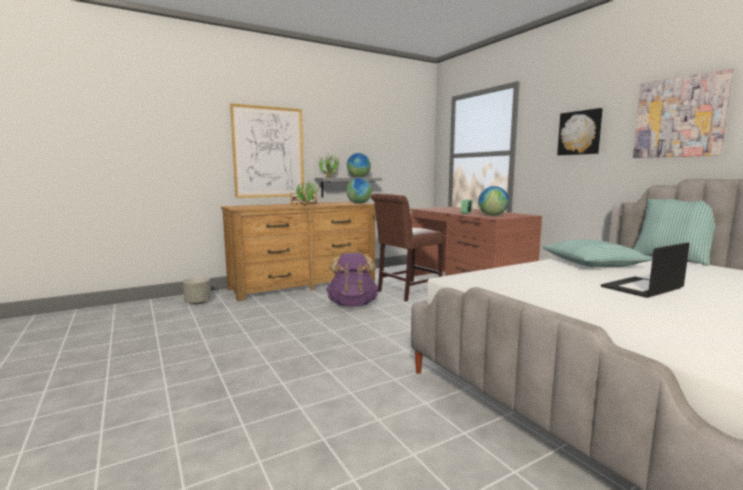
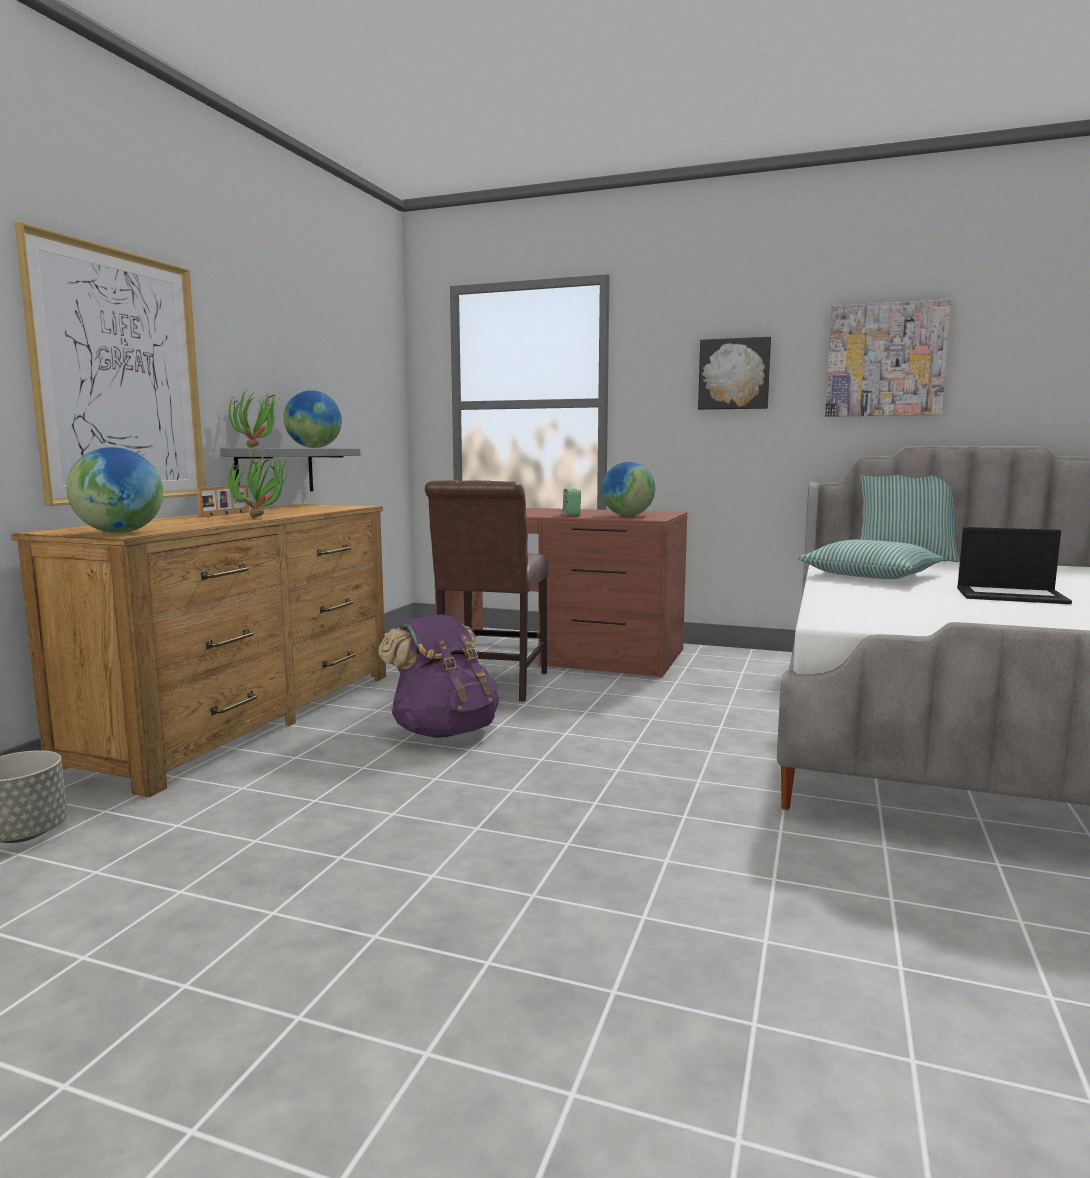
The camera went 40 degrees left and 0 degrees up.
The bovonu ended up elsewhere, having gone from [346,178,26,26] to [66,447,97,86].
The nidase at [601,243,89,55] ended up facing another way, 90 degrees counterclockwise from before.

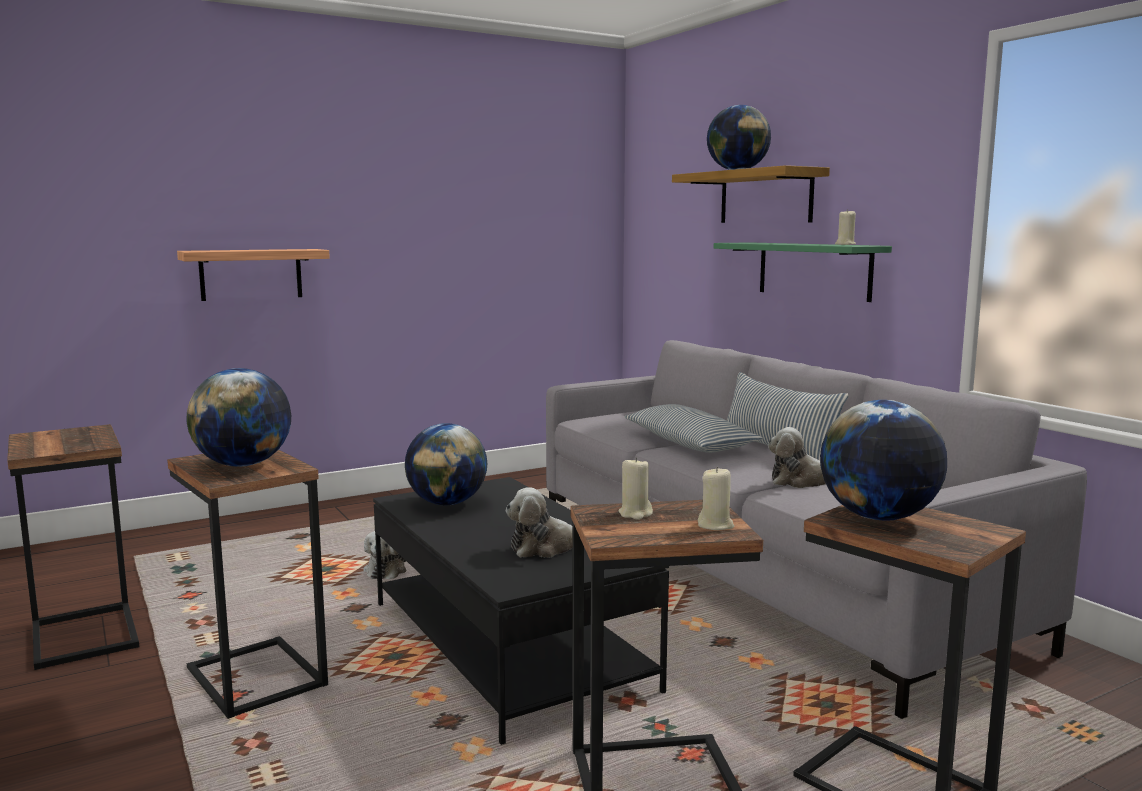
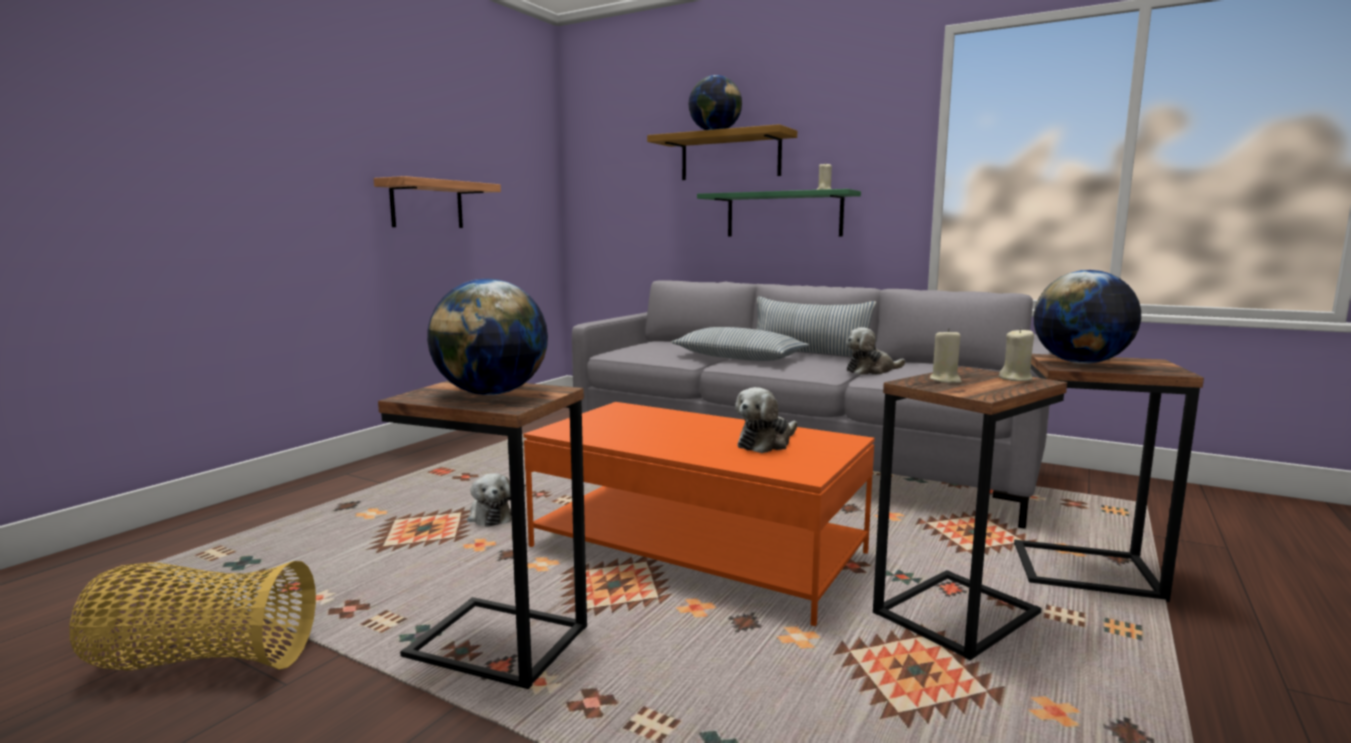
The camera went 30 degrees left and 0 degrees up.
Where the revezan stood at [7,424,132,246], the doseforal came to stand at [69,561,247,110].
The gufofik ended up elsewhere, having gone from [177,249,153,52] to [374,176,127,52].
What was the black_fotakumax at [373,477,296,268] turned into the orange_fotakumax at [523,402,352,224].
The second view lost the bovonu at [405,423,82,82].

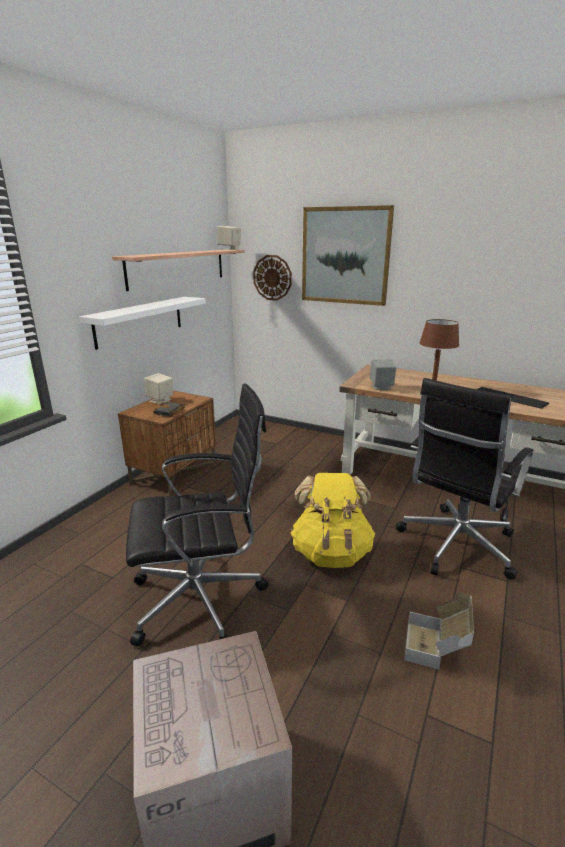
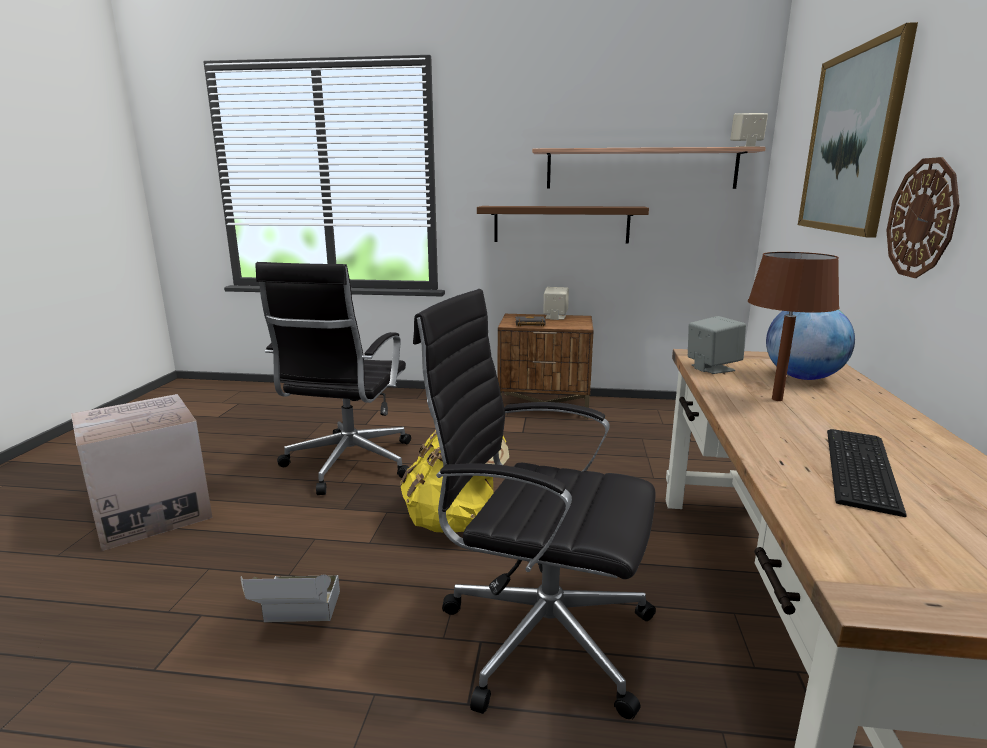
The camera went 70 degrees right and 5 degrees down.
What was the white_gufofik at [79,297,127,53] turned into the brown_gufofik at [477,206,172,38].
The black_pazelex at [126,383,143,264] ended up facing another way, 45 degrees clockwise from before.
The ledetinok ended up elsewhere, having gone from [253,255,39,46] to [886,157,74,121].
The second view gained the bovonu at [766,309,89,71].

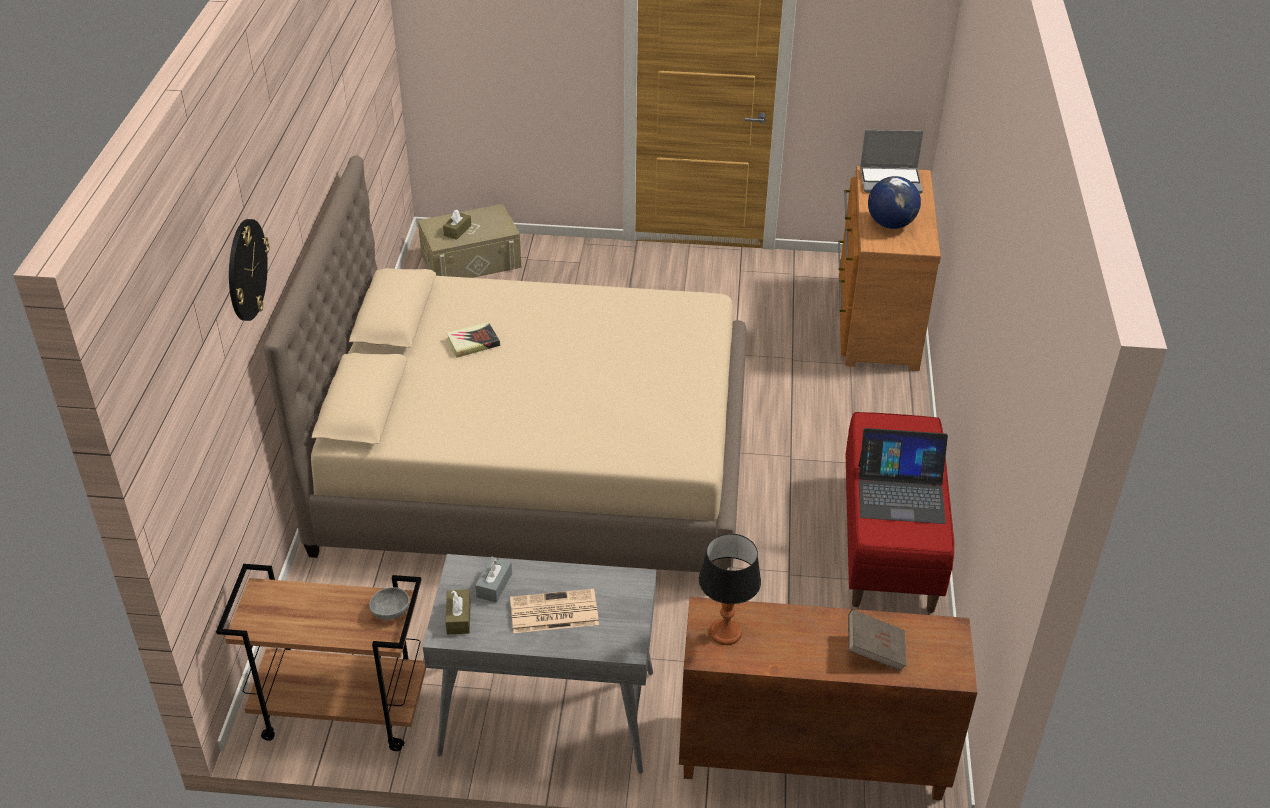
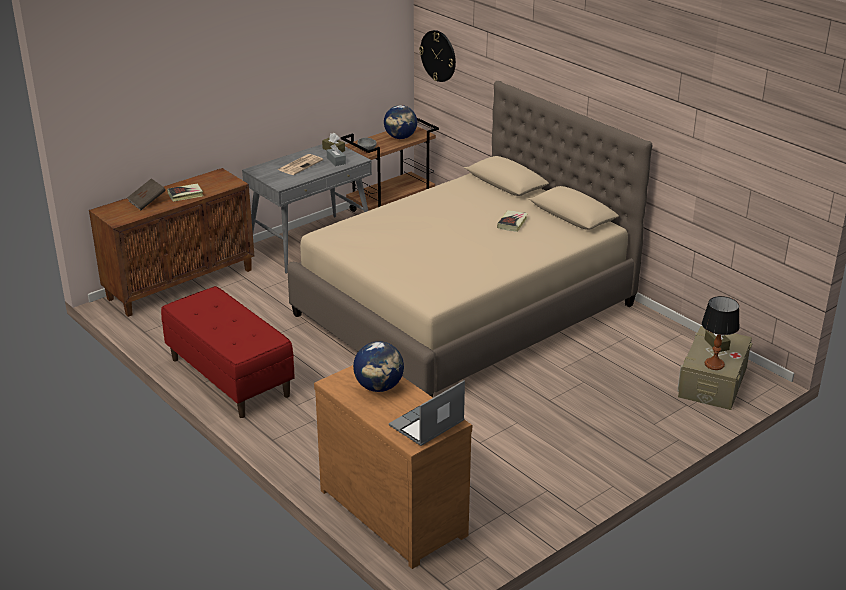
The camera went 135 degrees right and 10 degrees down.
The ledetinok ended up elsewhere, having gone from [229,219,41,102] to [419,30,37,52].
The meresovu ended up elsewhere, having gone from [699,534,62,111] to [702,296,38,74].
The second view lost the nidase at [859,428,89,96].
The second view gained the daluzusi at [167,184,36,18].
The second view gained the bovonu at [384,105,33,34].

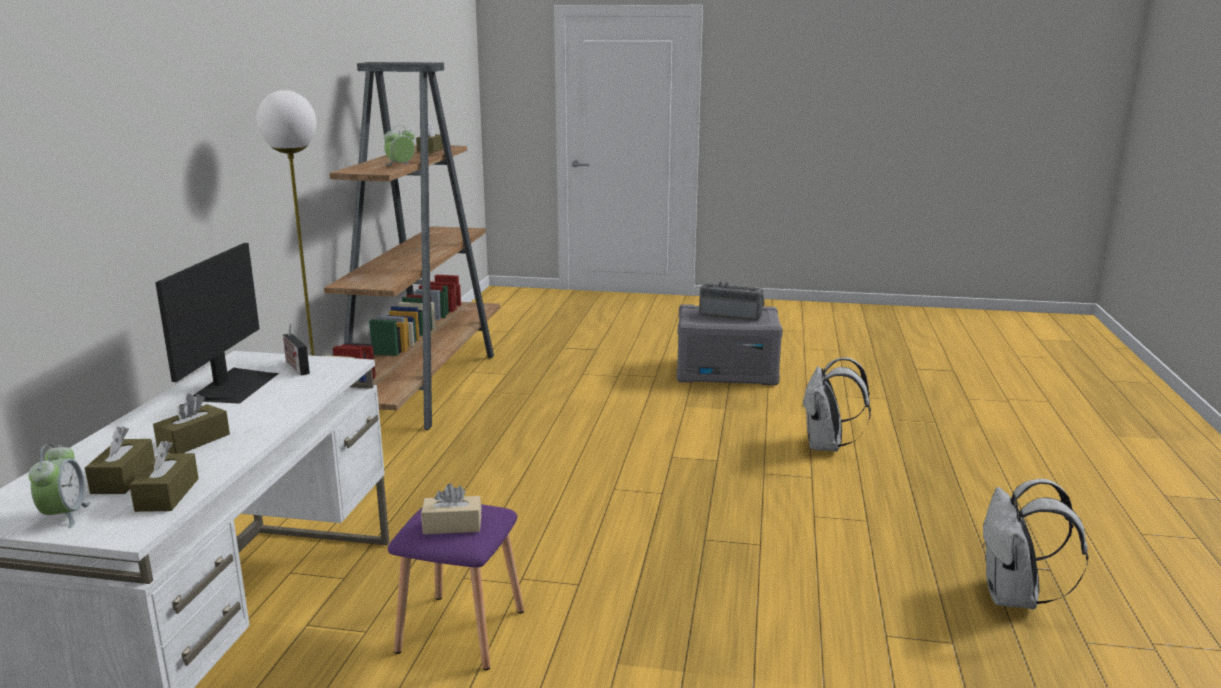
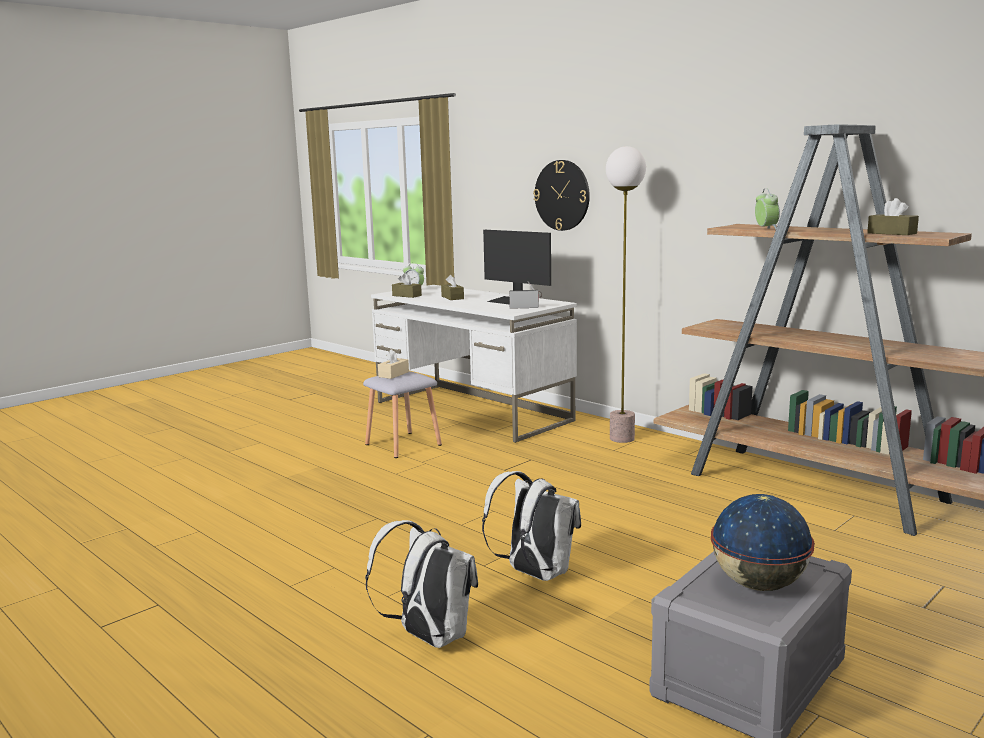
The camera went 125 degrees right and 5 degrees down.
The second view lost the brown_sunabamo at [85,426,70,68].
What was the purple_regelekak at [388,504,136,166] turned into the grey_regelekak at [363,371,79,87].
Where the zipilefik stood at [699,282,66,39], the bovonu came to stand at [711,494,104,97].
The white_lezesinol ended up elsewhere, having gone from [983,479,106,130] to [482,471,99,110].
The second view gained the ledetinok at [533,160,57,71].

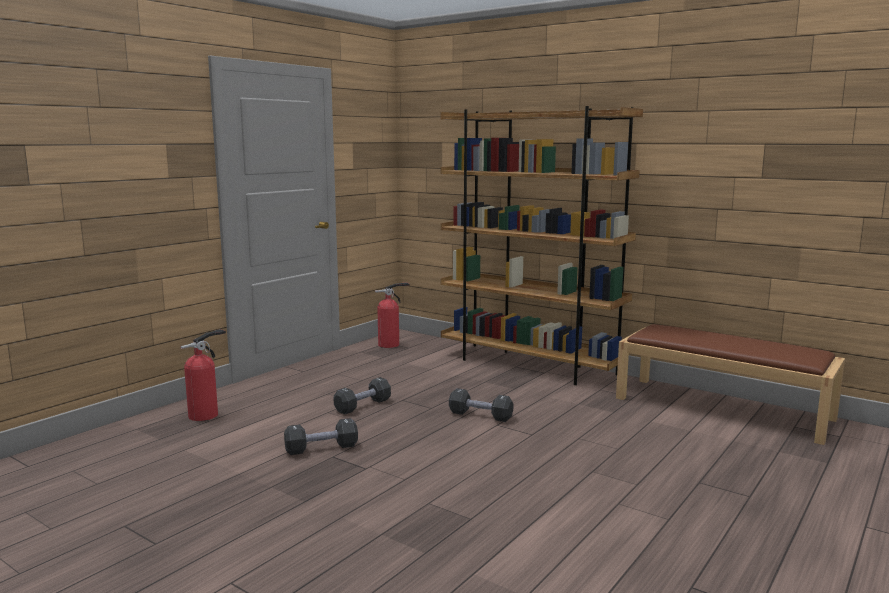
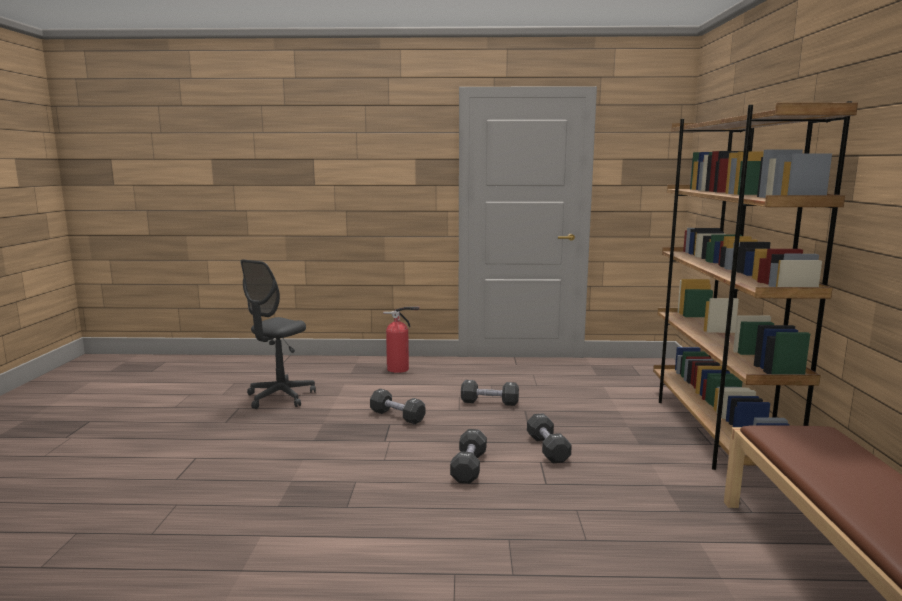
The camera went 55 degrees right and 0 degrees up.
The second view lost the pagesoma at [375,282,34,66].
The second view gained the grey_pazelex at [240,259,76,150].
The second view gained the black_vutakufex at [450,429,37,55].

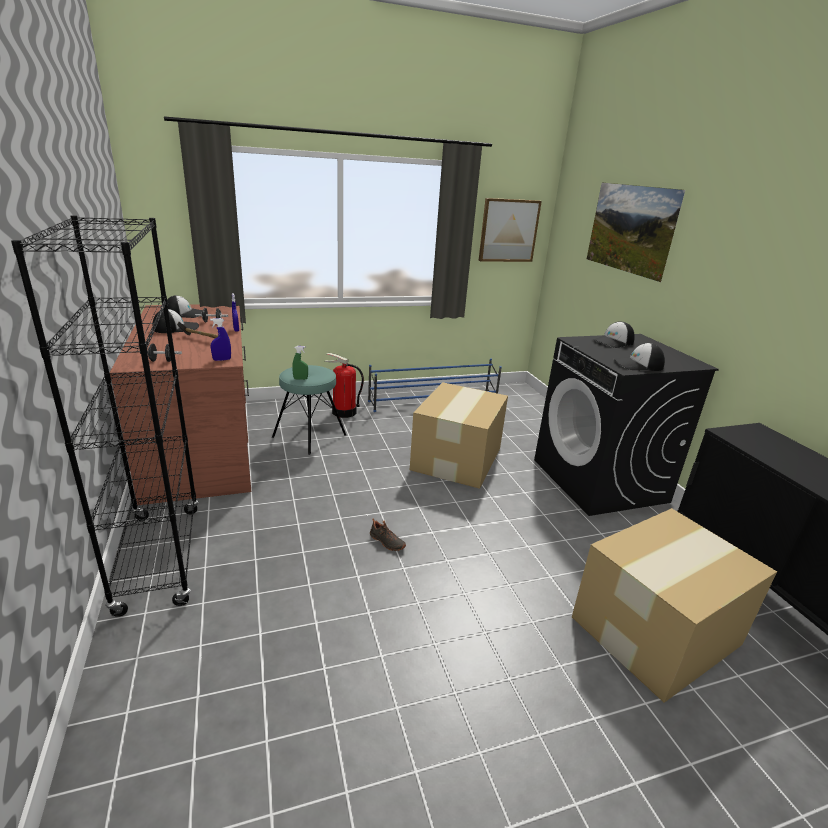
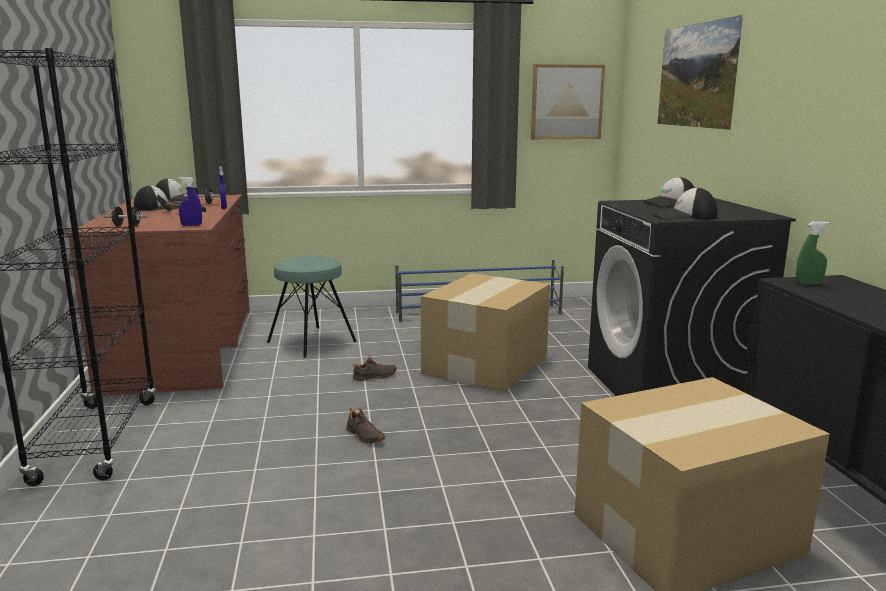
The camera went 10 degrees right and 10 degrees down.
The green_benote ended up elsewhere, having gone from [292,346,16,34] to [796,221,33,64].
The second view lost the pagesoma at [325,353,39,65].
The second view gained the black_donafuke at [352,355,45,26].

